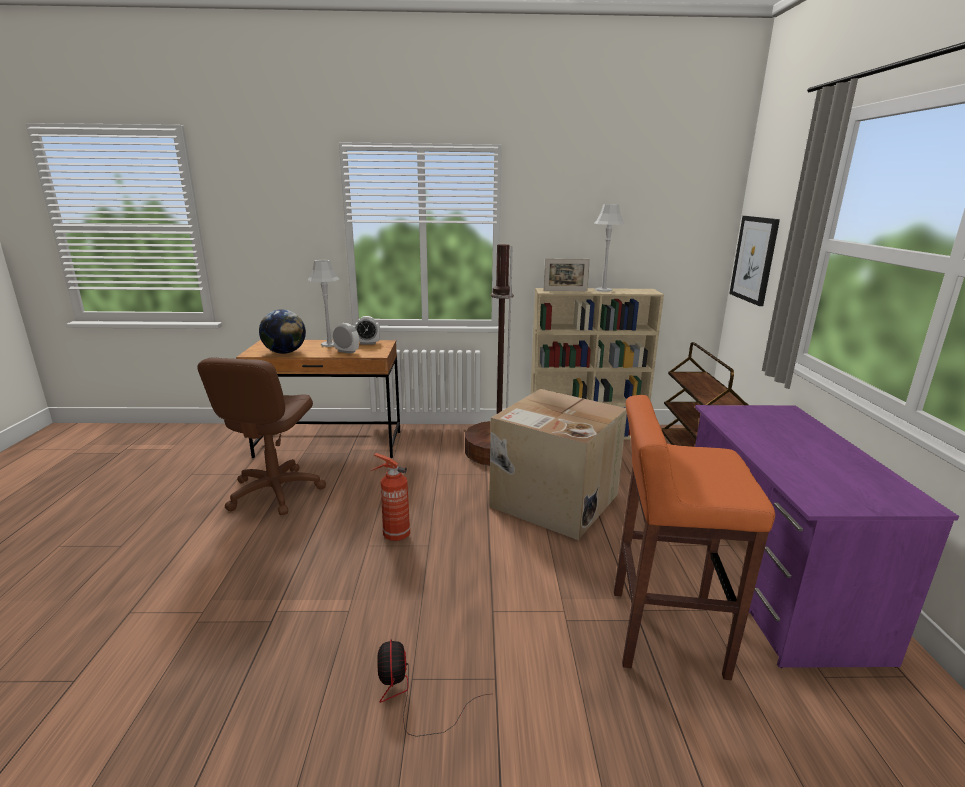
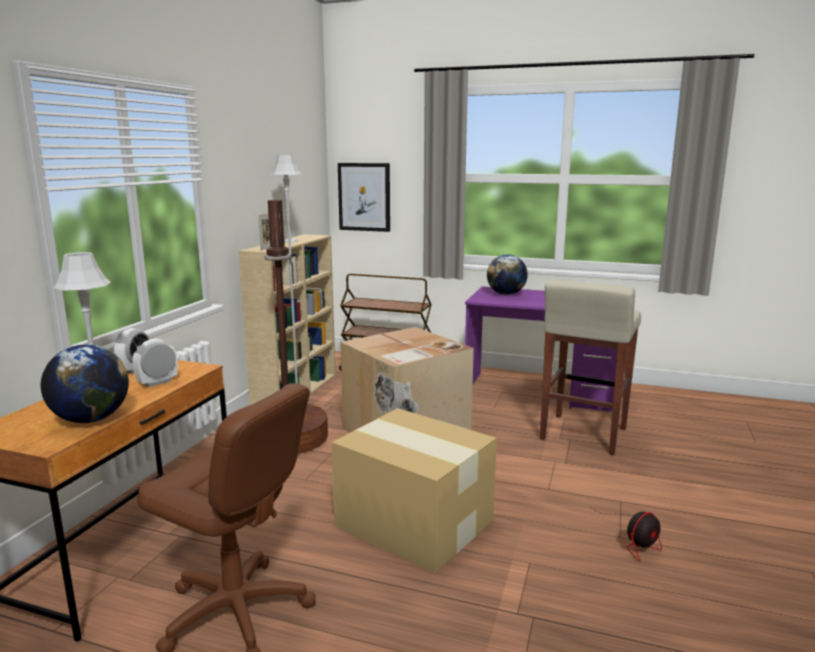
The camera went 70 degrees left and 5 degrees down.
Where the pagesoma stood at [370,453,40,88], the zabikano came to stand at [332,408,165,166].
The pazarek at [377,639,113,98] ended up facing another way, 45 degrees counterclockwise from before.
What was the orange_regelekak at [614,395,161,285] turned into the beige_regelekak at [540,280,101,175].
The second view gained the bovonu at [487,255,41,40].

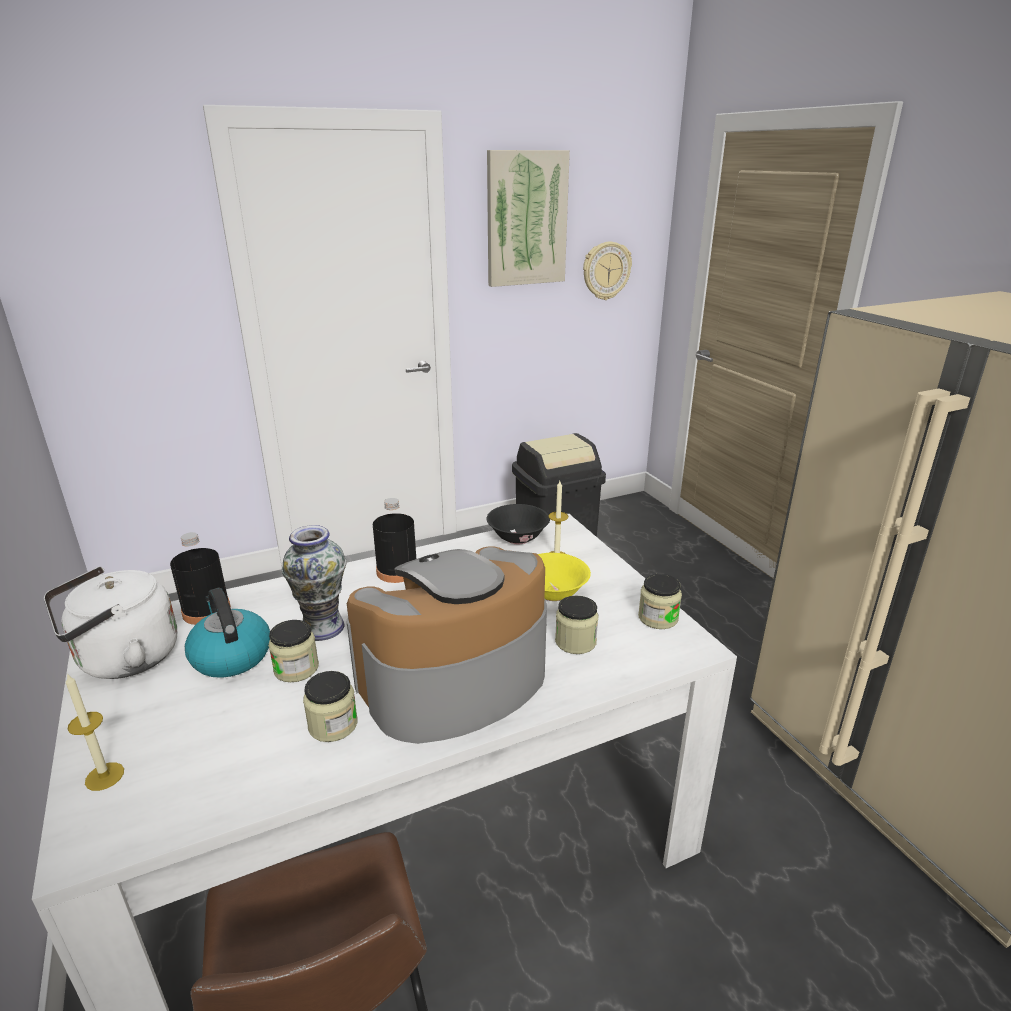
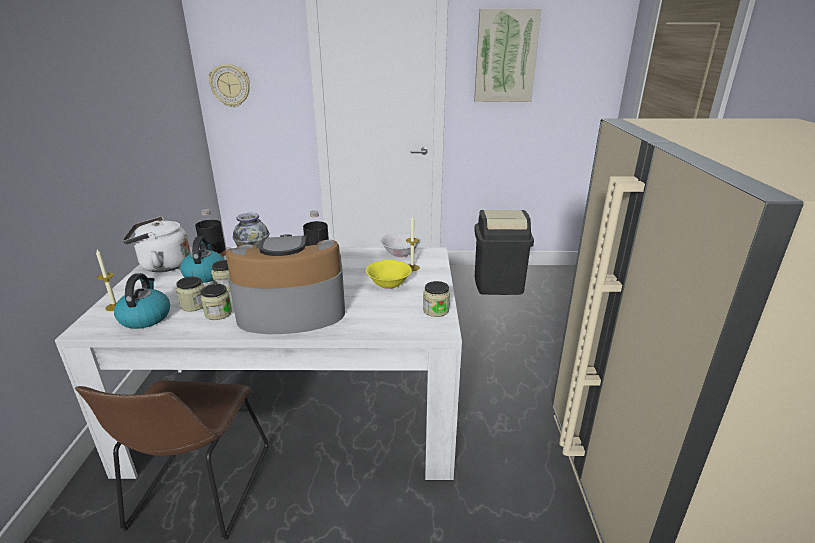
The camera went 25 degrees right and 0 degrees up.
What was the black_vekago at [486,504,64,40] turned into the white_vekago at [380,233,41,24].
The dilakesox ended up elsewhere, having gone from [555,596,44,58] to [176,276,28,36].
The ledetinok ended up elsewhere, having gone from [583,242,49,58] to [209,64,41,43].
The second view gained the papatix at [114,273,56,56].

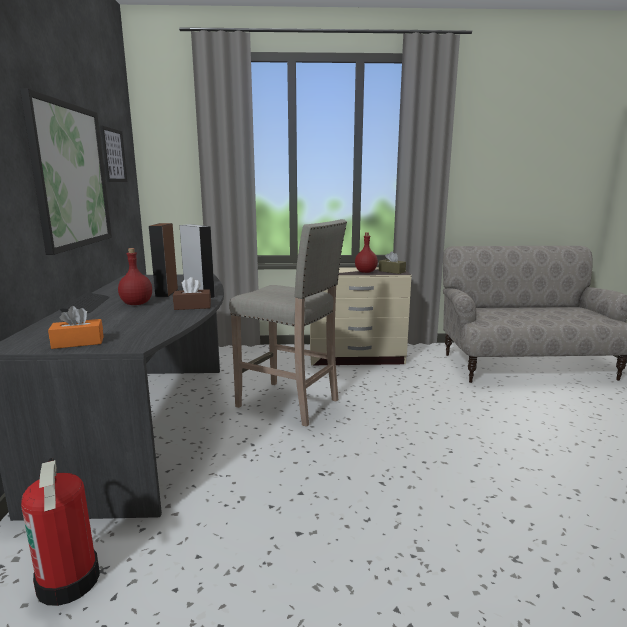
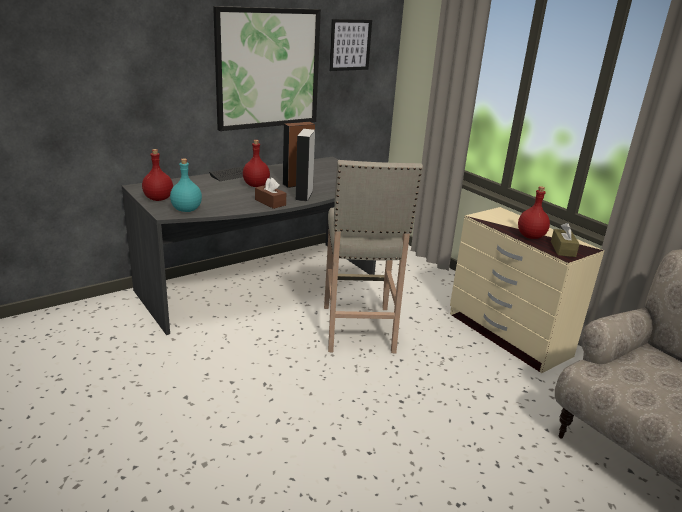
The camera went 55 degrees right and 10 degrees up.
The second view lost the pagesoma at [21,458,79,148].
Where the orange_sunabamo stood at [48,306,56,43], the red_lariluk came to stand at [142,149,31,52].
The second view gained the turquoise_lariluk at [170,158,32,54].

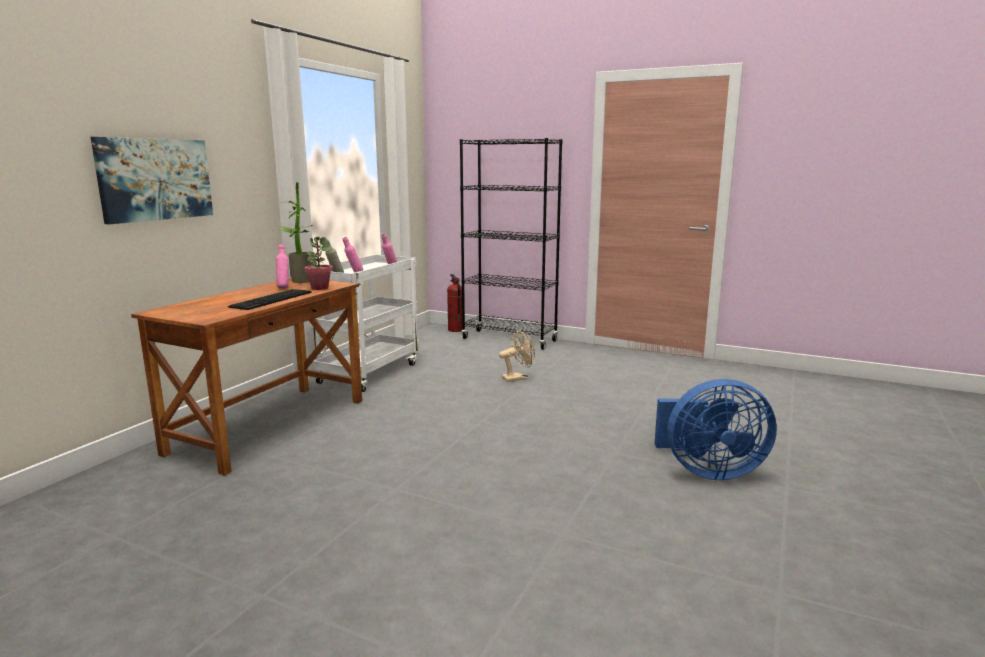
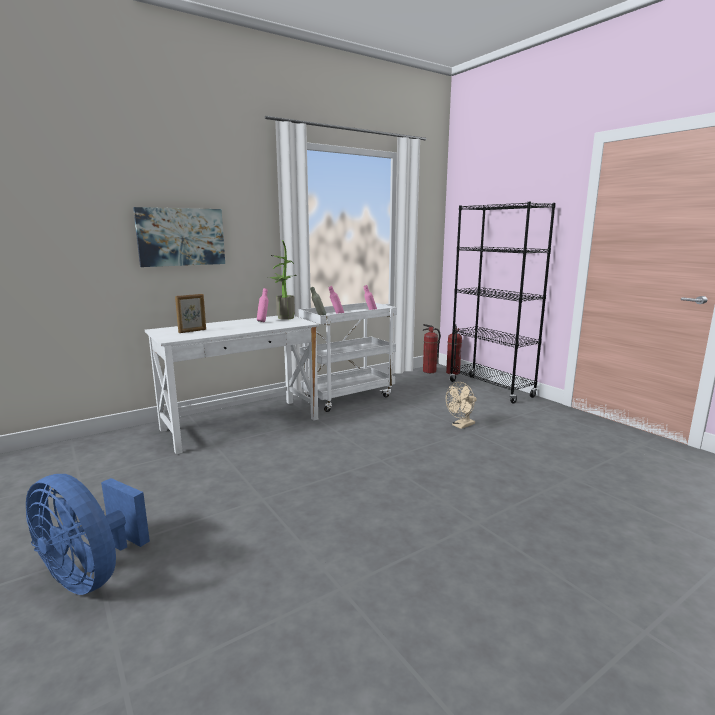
The camera went 30 degrees right and 0 degrees up.
What was the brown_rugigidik at [131,278,231,198] turned into the white_rugigidik at [145,316,174,138].
The second view lost the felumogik at [228,289,84,21].
The second view lost the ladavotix at [304,236,29,54].
The beige_pazarek at [499,330,36,52] ended up facing another way, 135 degrees clockwise from before.
The blue_pazarek ended up elsewhere, having gone from [654,379,123,101] to [26,474,124,121].
The second view gained the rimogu at [175,294,31,39].
The second view gained the pagesoma at [422,324,19,49].

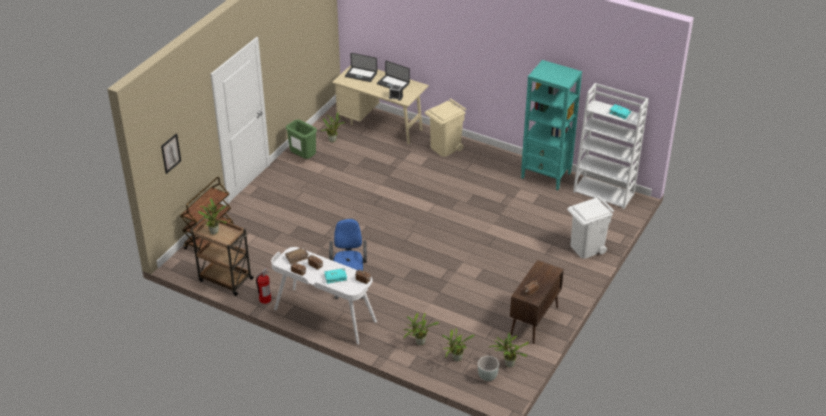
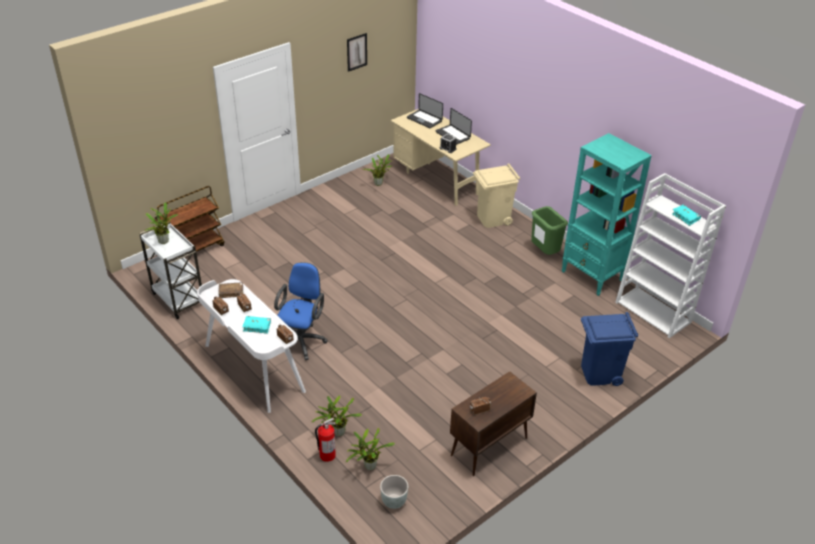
The camera went 20 degrees right and 0 degrees up.
The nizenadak ended up elsewhere, having gone from [161,133,20,41] to [347,33,20,39].
What was the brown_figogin at [189,216,65,80] turned into the white_figogin at [140,222,62,97].
The pagesoma ended up elsewhere, having gone from [256,267,15,37] to [315,418,21,44].
The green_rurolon ended up elsewhere, having gone from [286,119,31,40] to [531,206,37,49].
The second view lost the ladavotix at [489,333,40,34].
What was the white_rurolon at [567,196,47,63] turned into the blue_rurolon at [581,312,57,74].

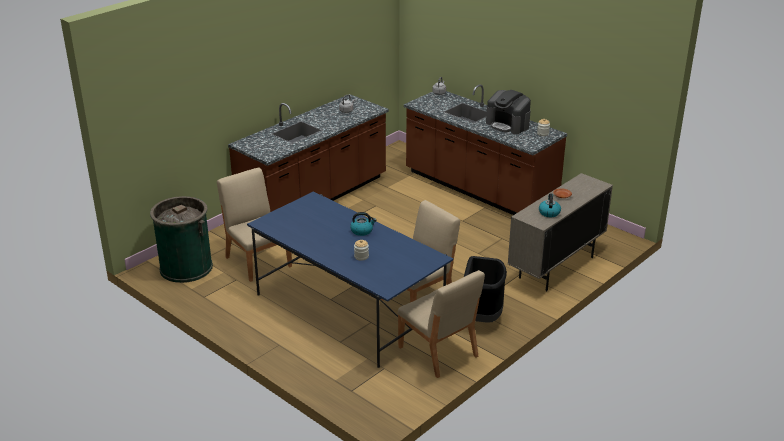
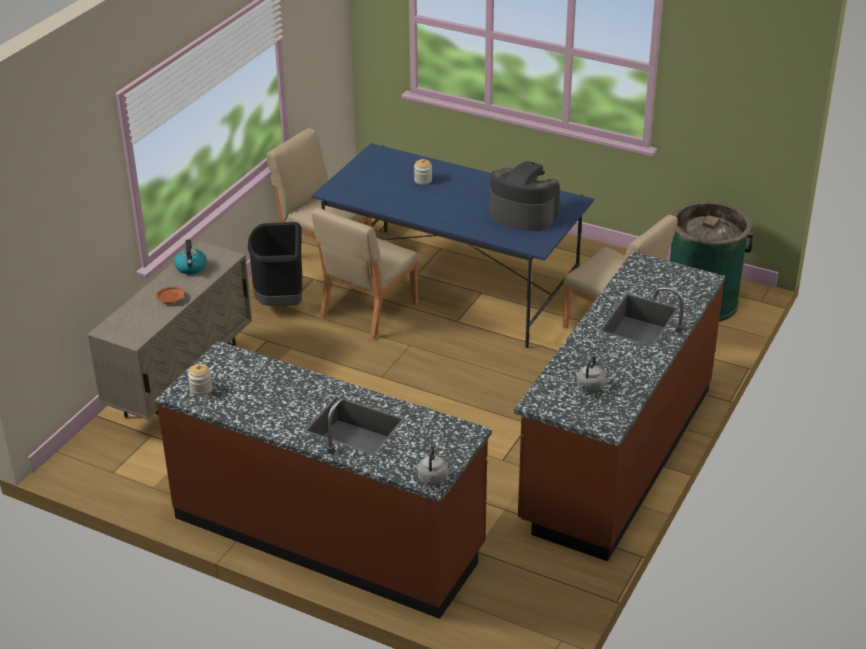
The camera went 165 degrees right and 5 degrees up.
The second view lost the papatix at [350,212,26,24].
The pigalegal ended up elsewhere, having gone from [486,90,45,44] to [489,161,71,70].

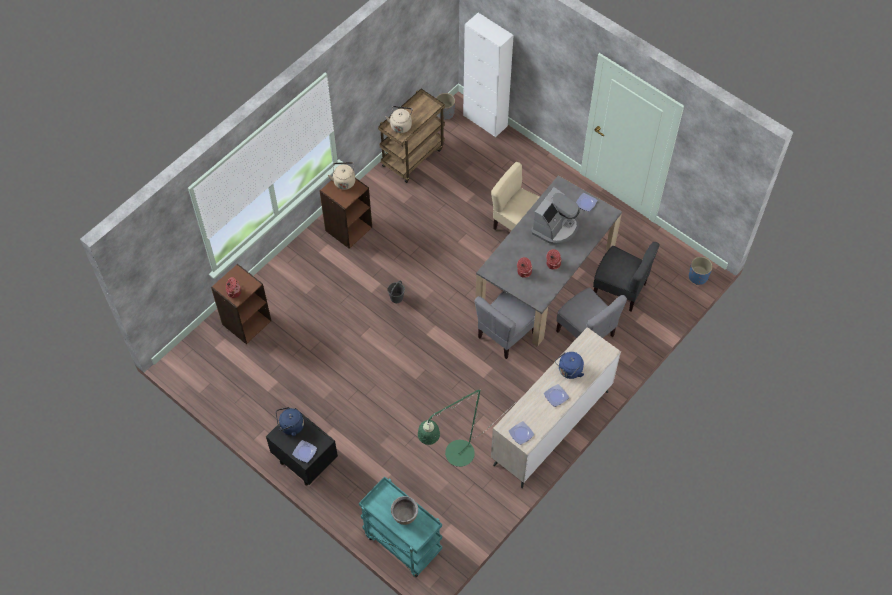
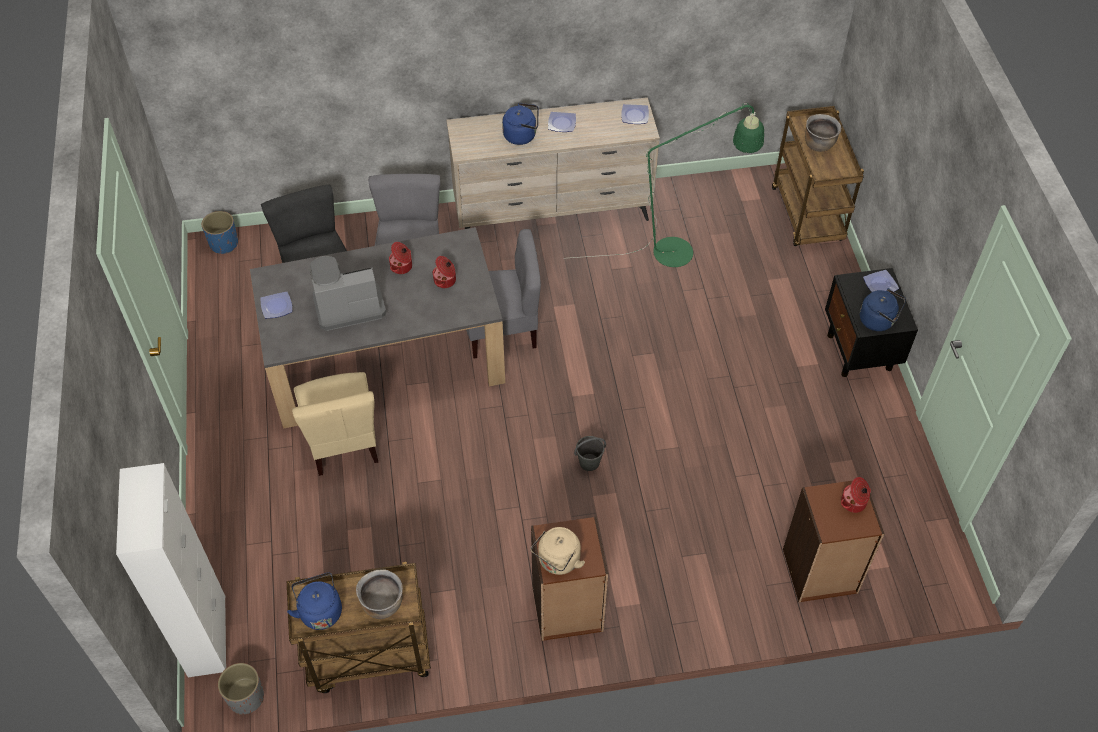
The camera went 140 degrees left and 5 degrees down.
What was the turquoise_figogin at [359,476,83,101] turned into the brown_figogin at [772,106,92,140].
Where the beige_papatix stood at [386,106,27,27], the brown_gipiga came to stand at [356,569,47,50].
The second view gained the blue_papatix at [287,572,55,58].

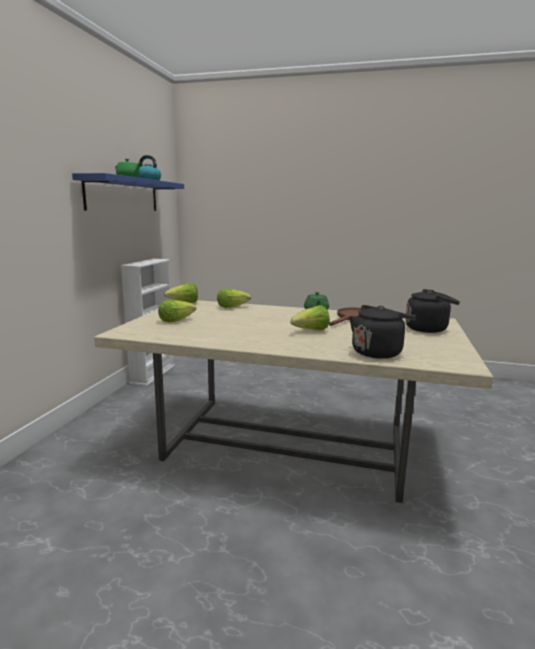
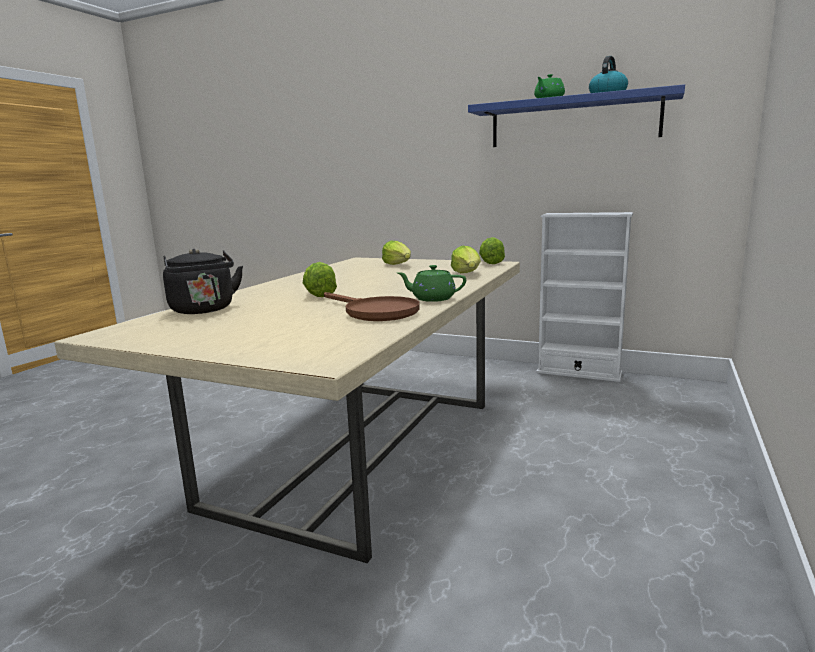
The camera went 100 degrees right and 0 degrees up.
The second view lost the black_papatix at [405,289,55,44].

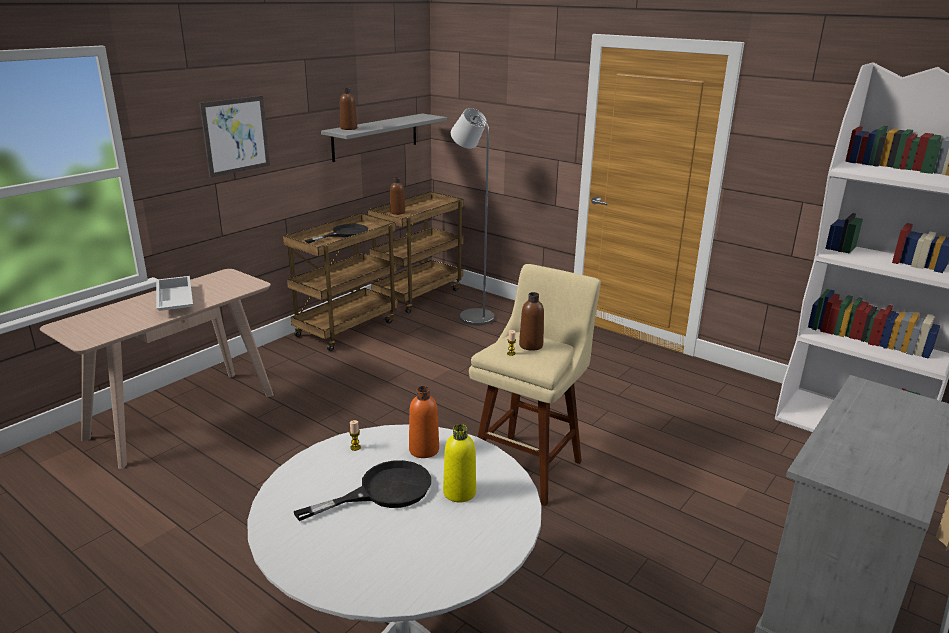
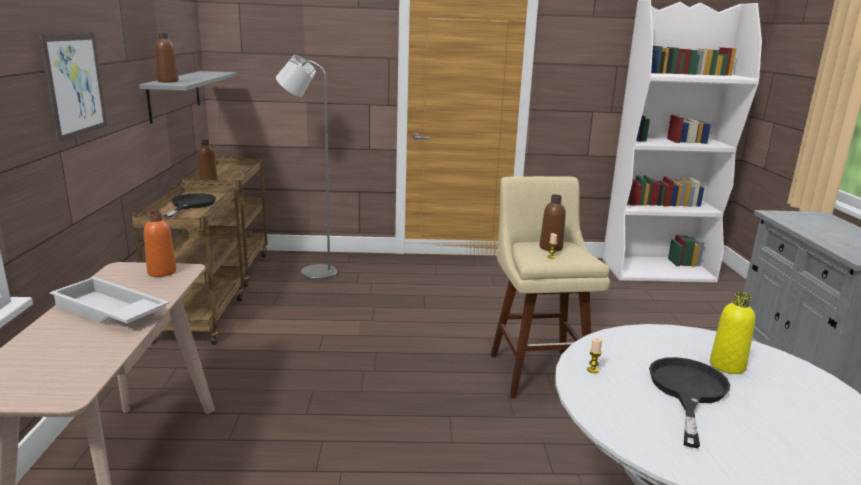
The camera went 40 degrees left and 5 degrees down.
The orange_lariluk ended up elsewhere, having gone from [409,386,30,72] to [144,211,32,66].

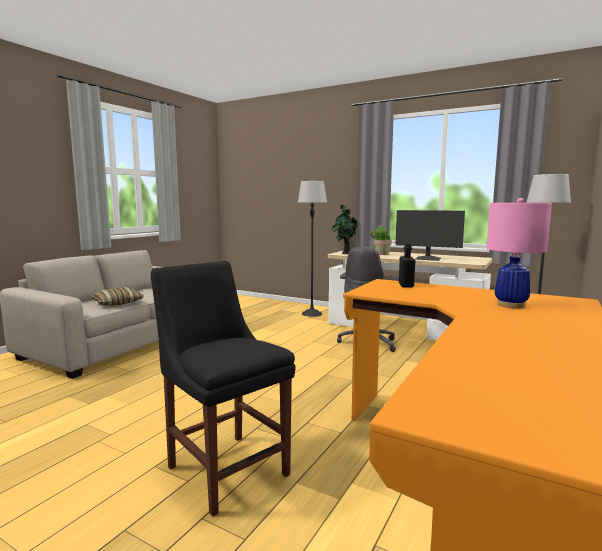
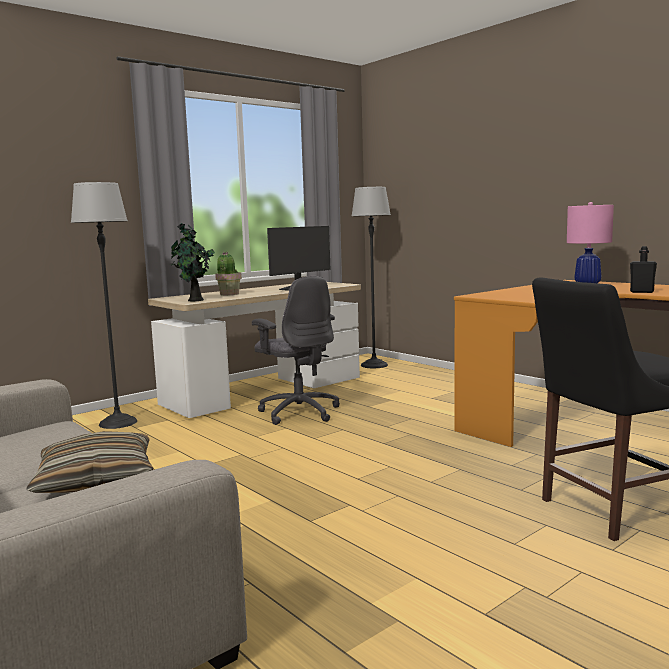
The camera went 70 degrees left and 0 degrees up.
The black_lariluk ended up elsewhere, having gone from [399,243,16,45] to [630,246,27,47].

